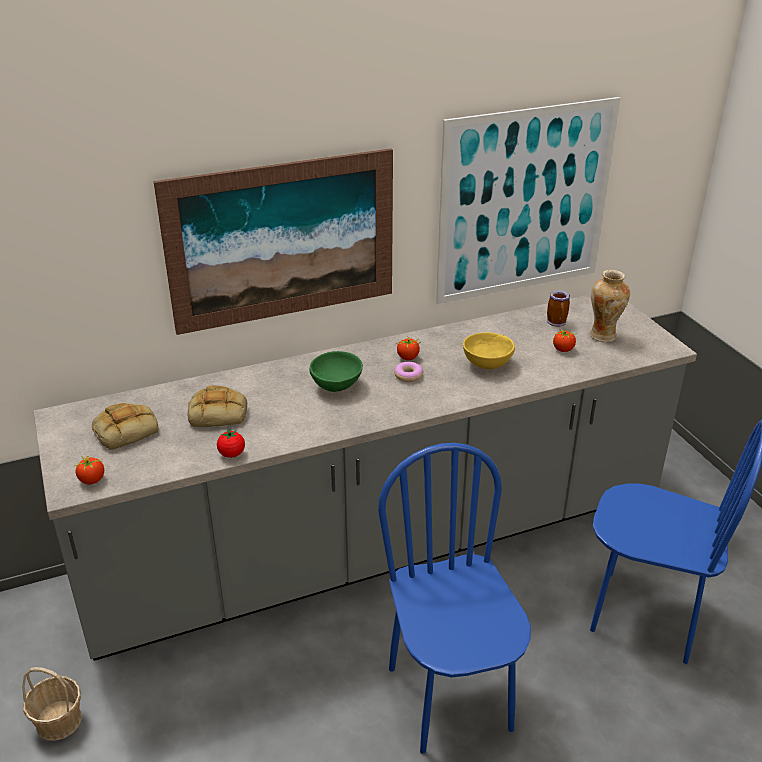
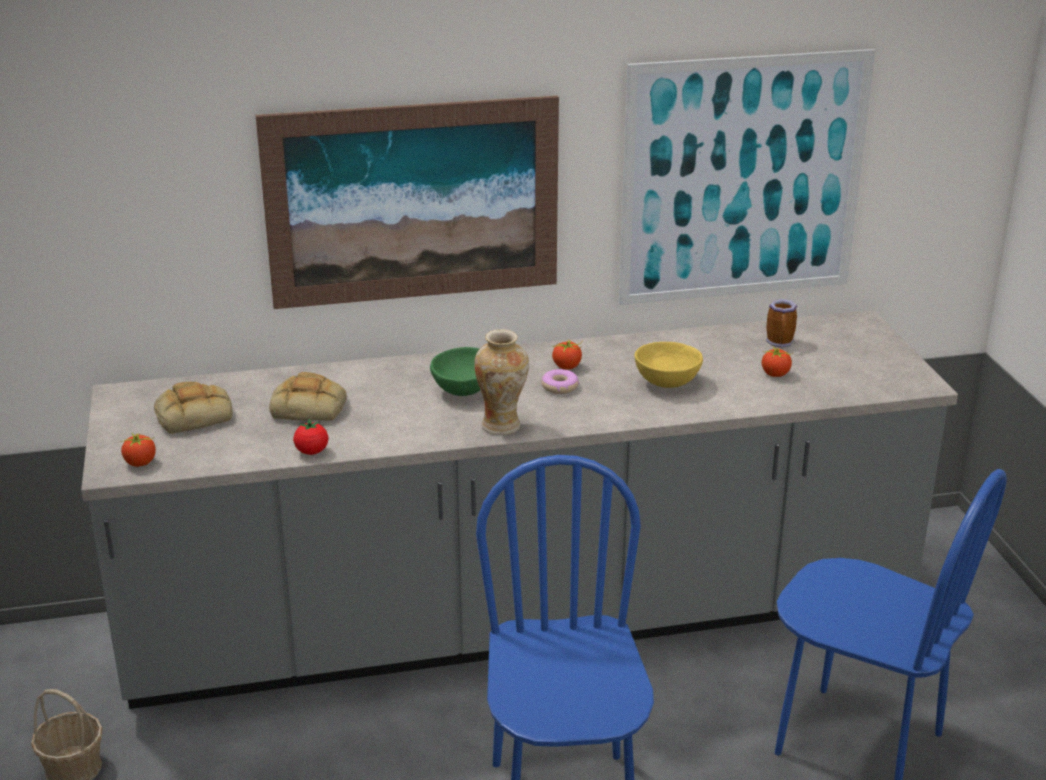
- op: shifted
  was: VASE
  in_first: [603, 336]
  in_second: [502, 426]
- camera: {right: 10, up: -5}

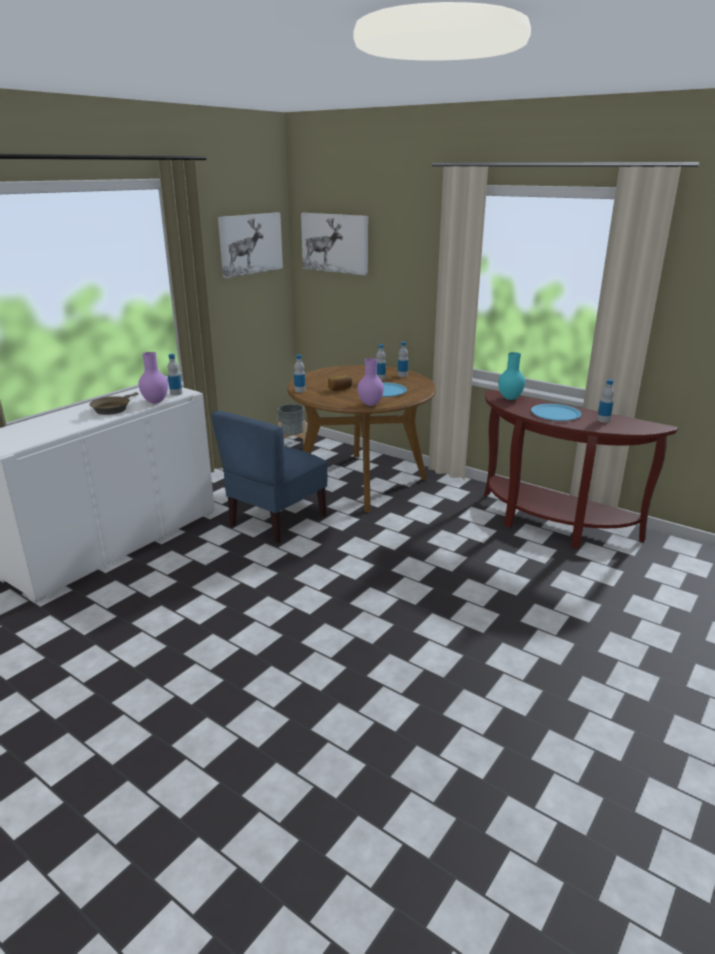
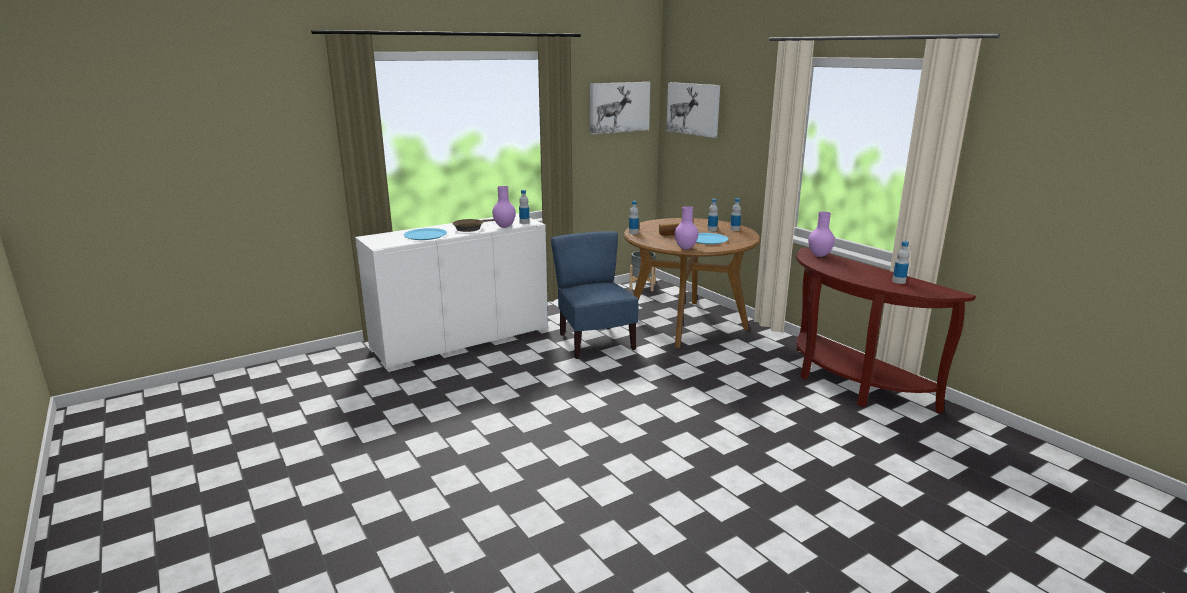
- op: shifted
  was: BLUE PLATE
  in_first: [555, 413]
  in_second: [425, 235]
- op: repainted
  was: TURQUOISE VASE
  now: PURPLE VASE
  in_first: [509, 398]
  in_second: [819, 255]
- op: rotated
  was: BLUE CHAIR
  in_first: [276, 521]
  in_second: [594, 342]
  clockwise: 105
- camera: {right: 20, up: -5}

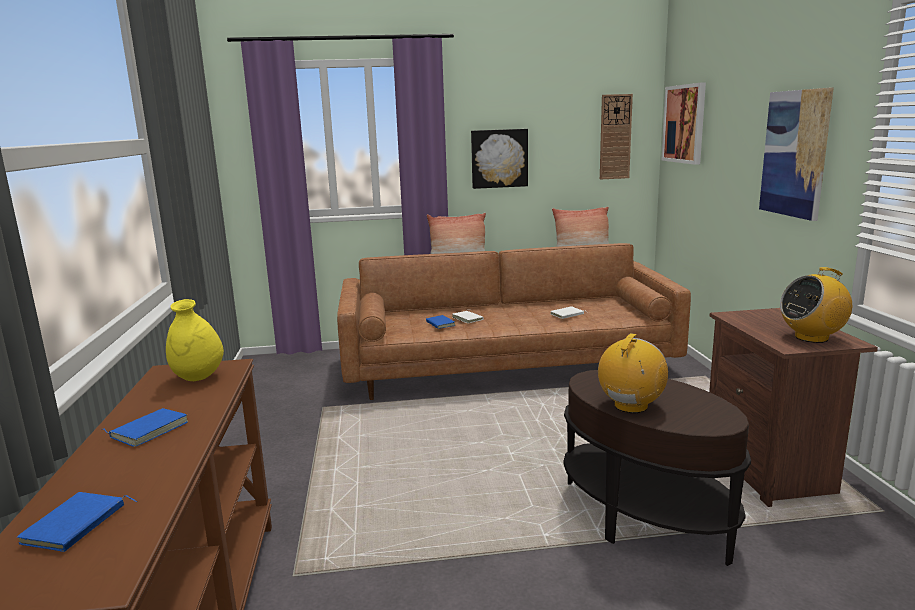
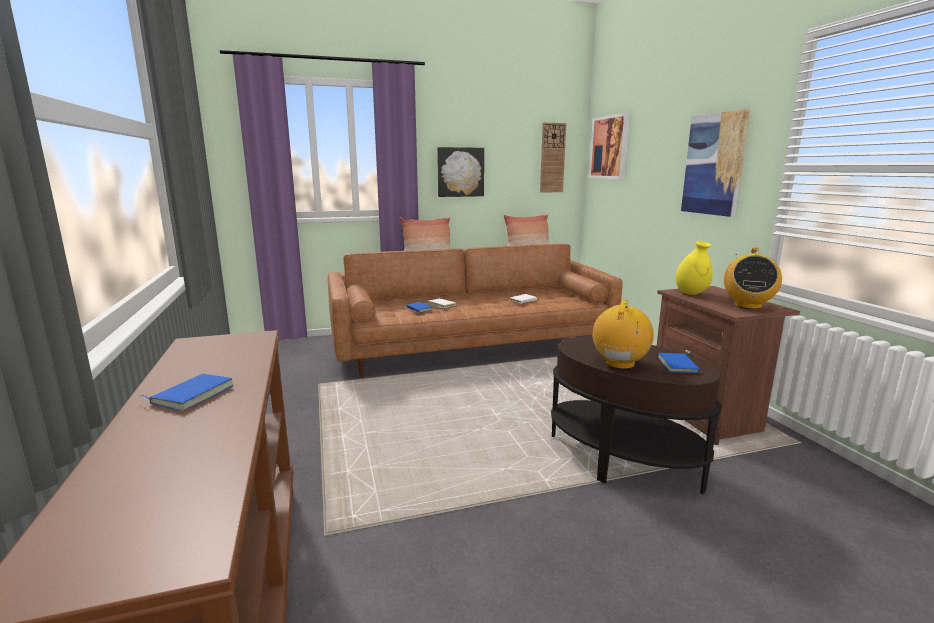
- op: shifted
  was: BLUE BOOK
  in_first: [76, 526]
  in_second: [679, 365]
- op: shifted
  was: YELLOW VASE
  in_first: [198, 378]
  in_second: [691, 293]
- op: rotated
  was: RADIO
  in_first: [811, 337]
  in_second: [747, 305]
  clockwise: -45
- camera: {right: -10, up: 0}

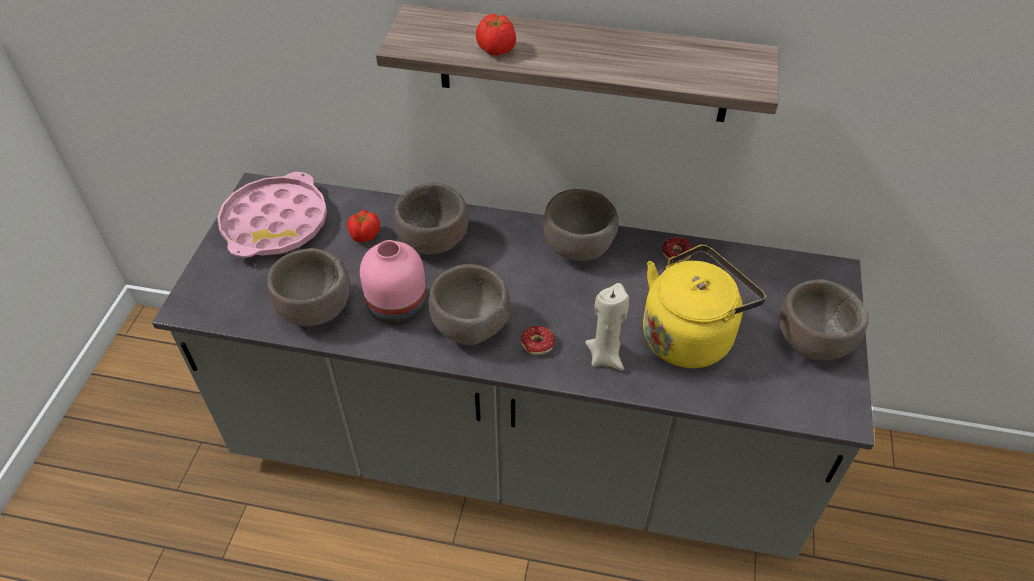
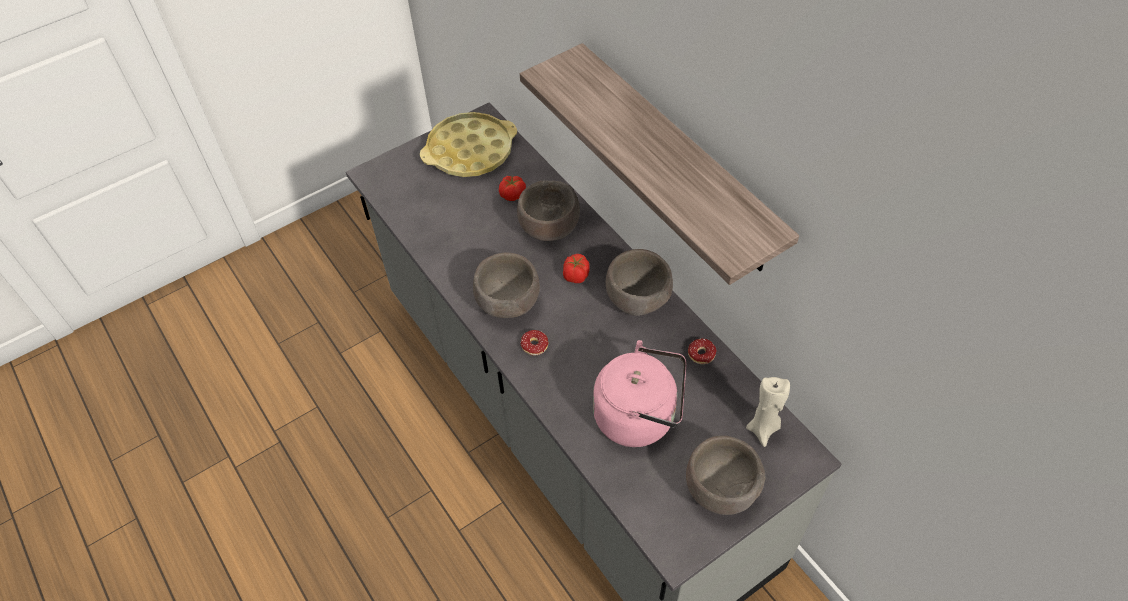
- op: gone
  was: BROWN BOWL
  in_first: [316, 310]
- op: gone
  was: PINK VASE
  in_first: [398, 306]
- op: shifted
  was: TOMATO
  in_first: [496, 50]
  in_second: [575, 276]
- op: shifted
  was: BEIGE CANDLE
  in_first: [605, 356]
  in_second: [763, 428]
- op: repainted
  was: PINK TRAY
  now: YELLOW TRAY
  in_first: [275, 223]
  in_second: [470, 151]
- op: repainted
  was: YELLOW KETTLE
  now: PINK KETTLE
  in_first: [690, 334]
  in_second: [639, 416]
- camera: {right: 45, up: 5}

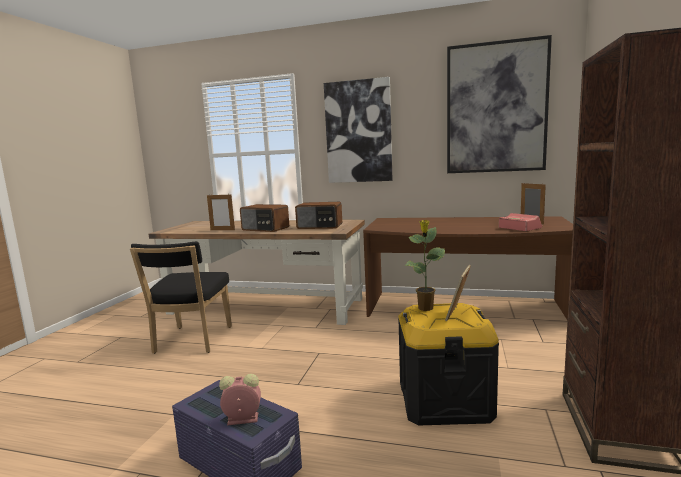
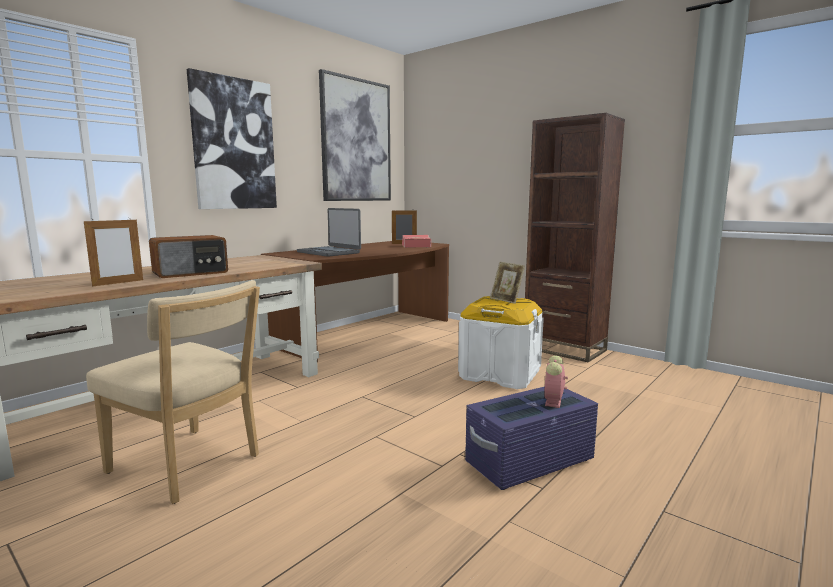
- op: gone
  was: RADIO
  in_first: [320, 226]
- op: gone
  was: POTTED PLANT
  in_first: [425, 308]
- op: new
  now: LAPTOP
  in_second: [329, 252]
- op: repainted
  was: BLACK CHAIR
  now: BEIGE CHAIR
  in_first: [191, 341]
  in_second: [189, 466]
- op: repainted
  was: BLACK STORAGE BOX
  now: WHITE STORAGE BOX
  in_first: [444, 400]
  in_second: [500, 374]
- camera: {right: -65, up: 0}

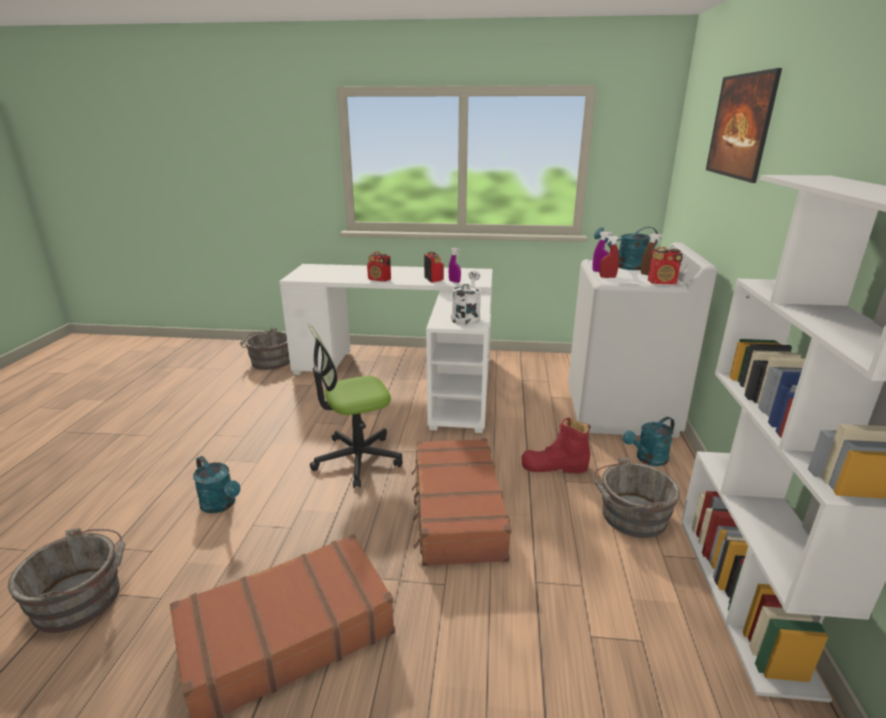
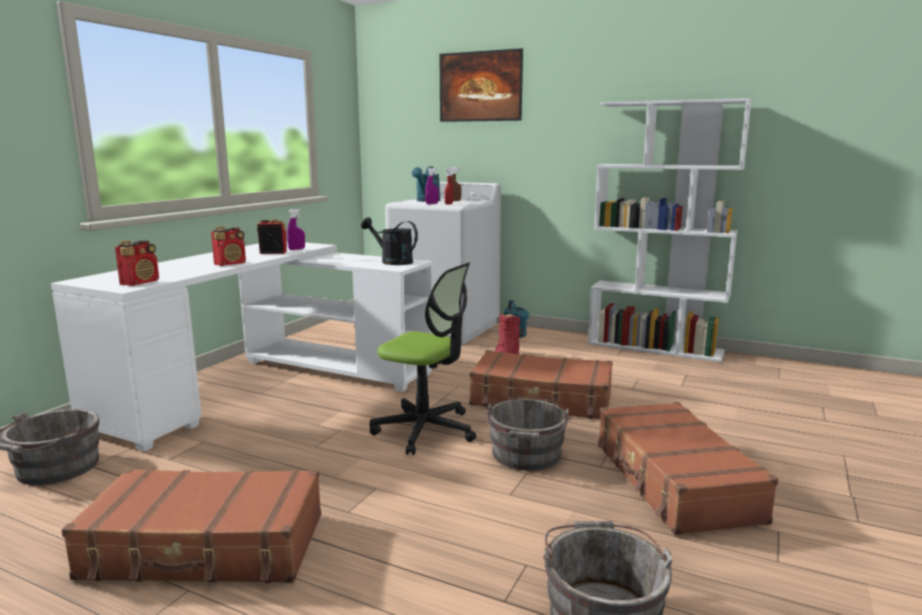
- op: gone
  was: TURQUOISE WATERING CAN
  in_first: [221, 505]
- op: new
  now: BROWN SUITCASE
  in_second: [206, 547]
- op: shifted
  was: GREY BUCKET
  in_first: [630, 516]
  in_second: [526, 456]
- op: shifted
  was: RADIO
  in_first: [662, 283]
  in_second: [140, 283]
- op: repainted
  was: WHITE WATERING CAN
  now: BLACK WATERING CAN
  in_first: [466, 317]
  in_second: [392, 261]
- op: rotated
  was: OFFICE CHAIR
  in_first: [357, 459]
  in_second: [425, 430]
  clockwise: -60
- camera: {right: -70, up: -10}

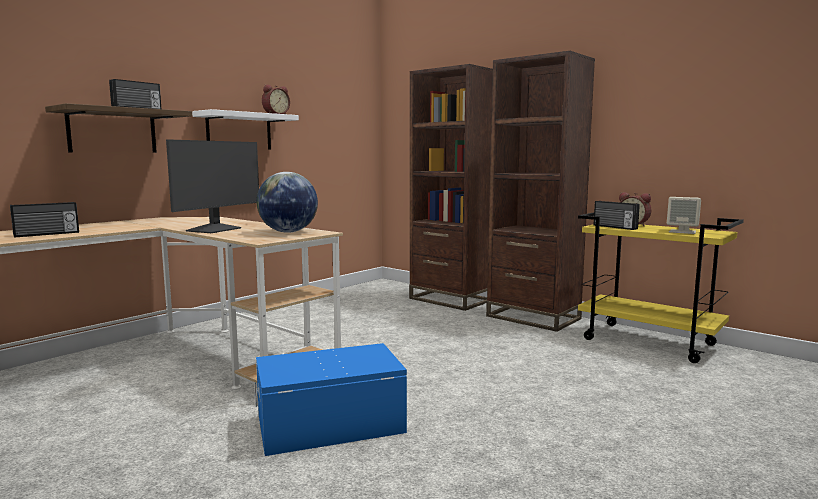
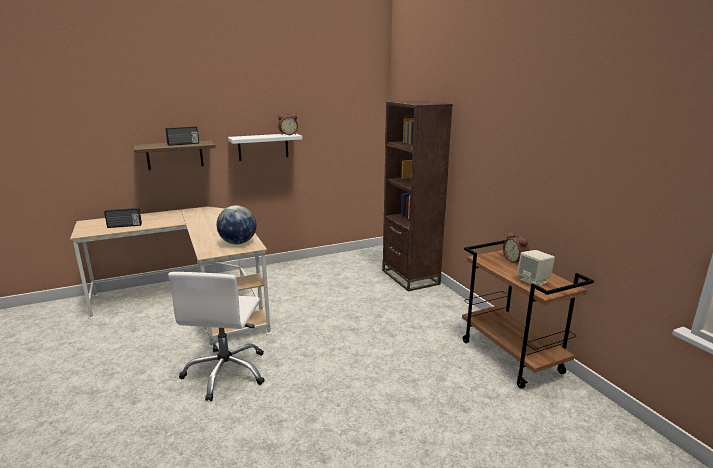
- op: gone
  was: MONITOR
  in_first: [215, 229]
- op: gone
  was: BROWN BOOKCASE
  in_first: [533, 317]
- op: gone
  was: RADIO
  in_first: [614, 227]
- op: swapped
  was: BLUE STORAGE BOX
  now: WHITE OFFICE CHAIR
  in_first: [329, 423]
  in_second: [226, 372]
- op: repainted
  was: YELLOW CART
  now: BROWN CART
  in_first: [650, 342]
  in_second: [512, 357]
- camera: {right: 25, up: 10}

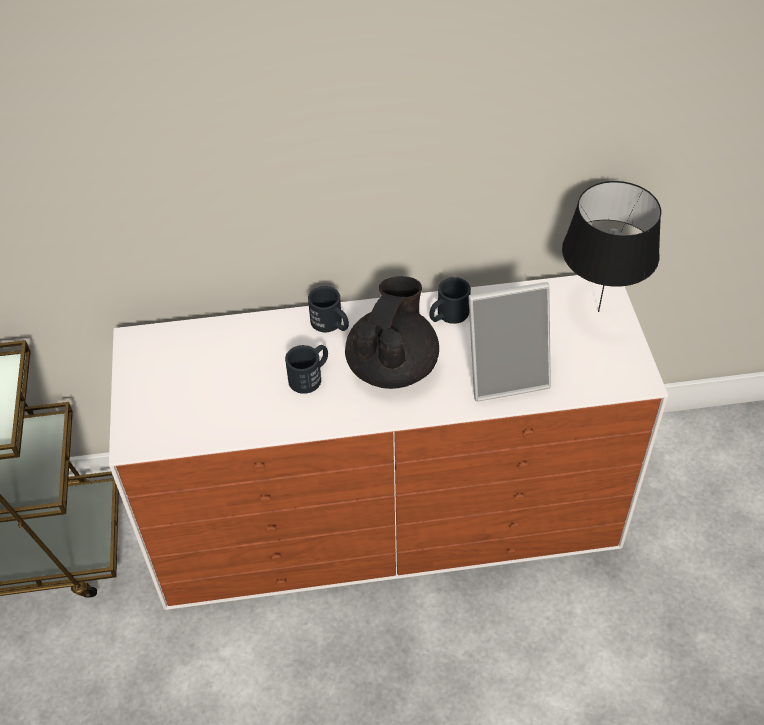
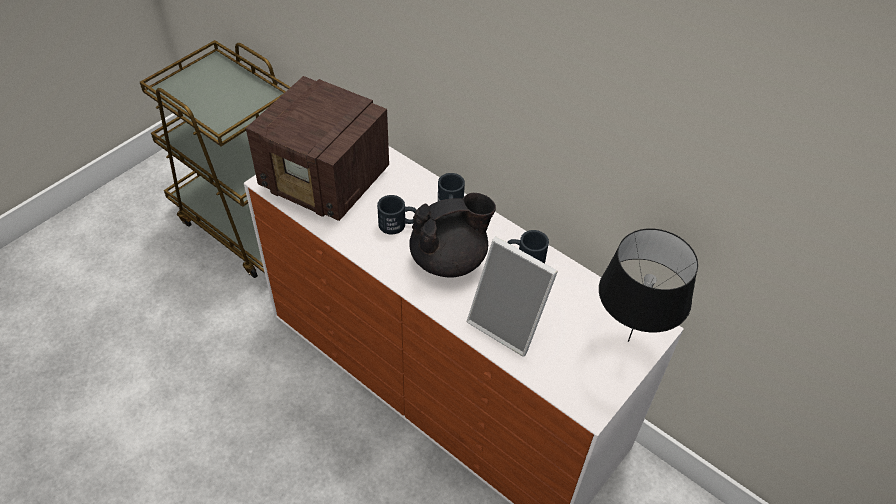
- op: new
  now: RADIO
  in_second: [326, 181]
- camera: {right: 45, up: 0}

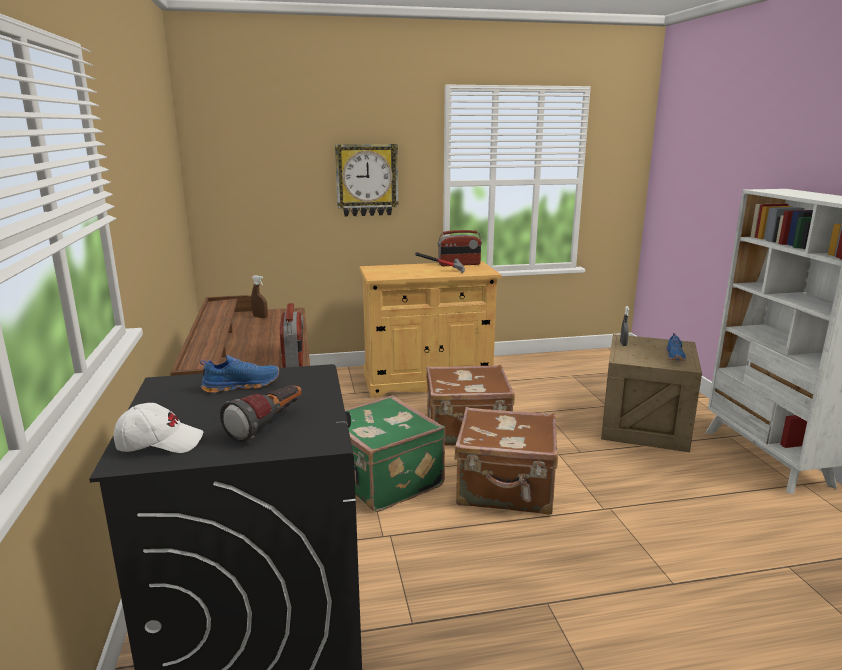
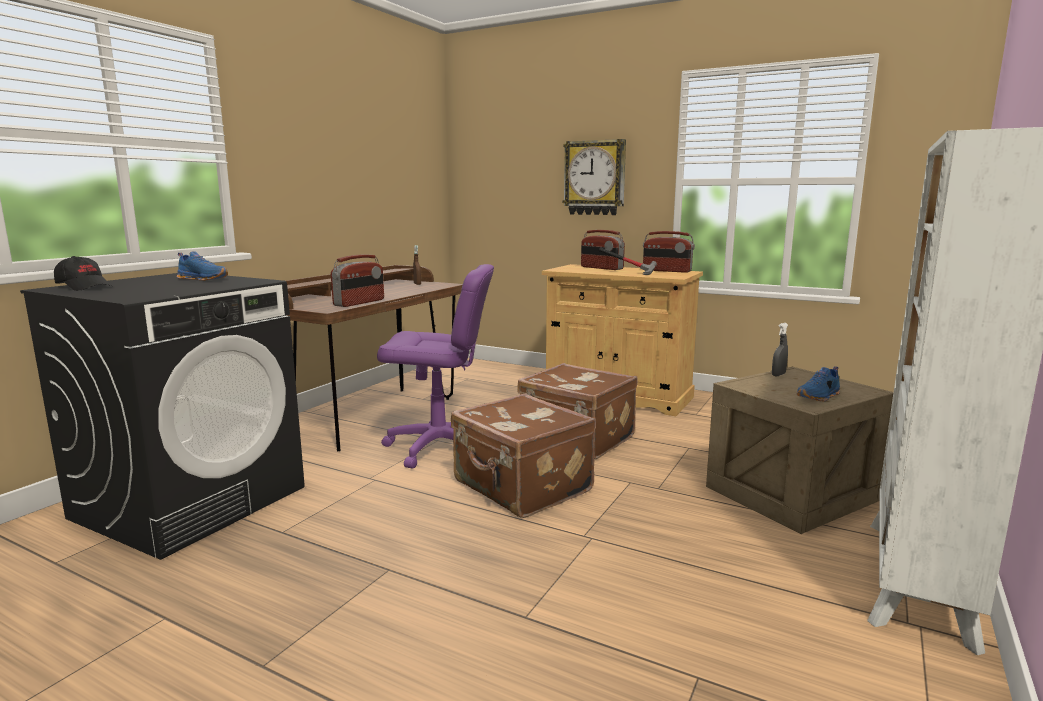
- op: gone
  was: FLASHLIGHT
  in_first: [268, 425]
- op: new
  now: RADIO
  in_second: [601, 268]
- op: swapped
  was: GREEN SUITCASE
  now: PURPLE OFFICE CHAIR
  in_first: [383, 480]
  in_second: [439, 447]
- op: repainted
  was: WHITE CAP
  now: BLACK CAP
  in_first: [160, 443]
  in_second: [85, 287]
- camera: {right: 40, up: -5}

